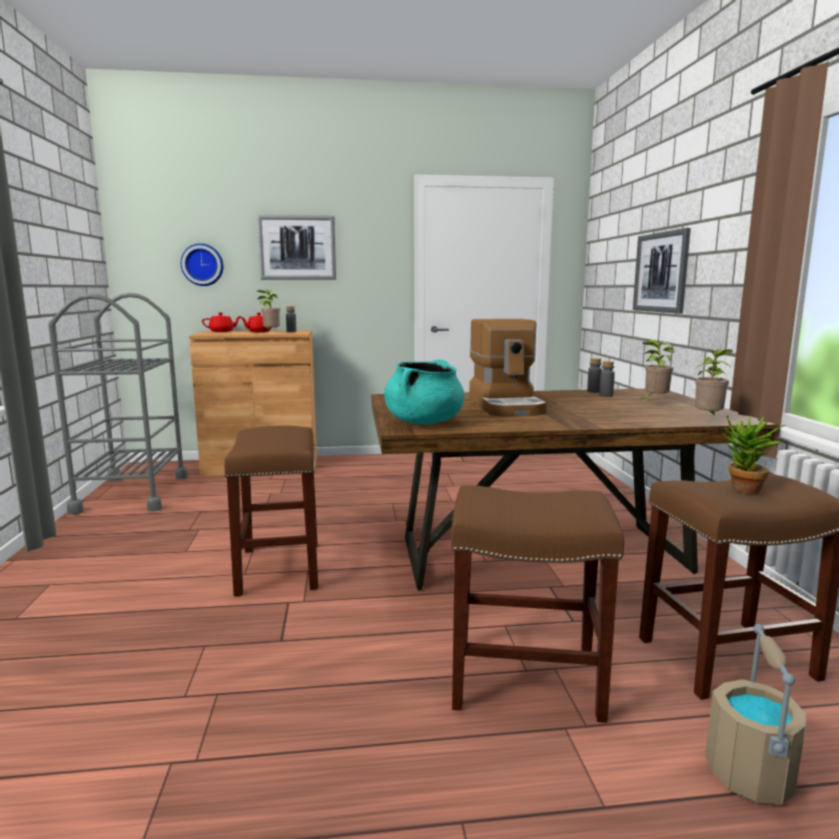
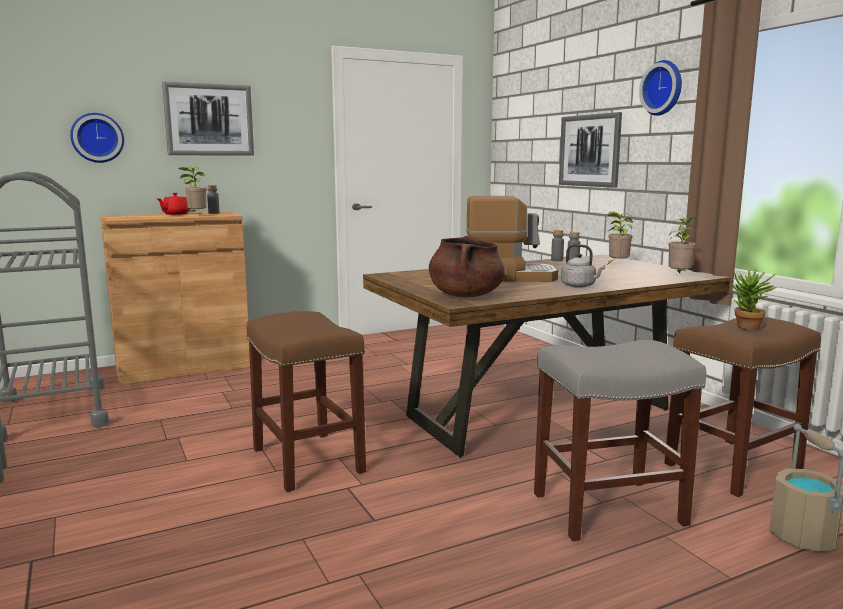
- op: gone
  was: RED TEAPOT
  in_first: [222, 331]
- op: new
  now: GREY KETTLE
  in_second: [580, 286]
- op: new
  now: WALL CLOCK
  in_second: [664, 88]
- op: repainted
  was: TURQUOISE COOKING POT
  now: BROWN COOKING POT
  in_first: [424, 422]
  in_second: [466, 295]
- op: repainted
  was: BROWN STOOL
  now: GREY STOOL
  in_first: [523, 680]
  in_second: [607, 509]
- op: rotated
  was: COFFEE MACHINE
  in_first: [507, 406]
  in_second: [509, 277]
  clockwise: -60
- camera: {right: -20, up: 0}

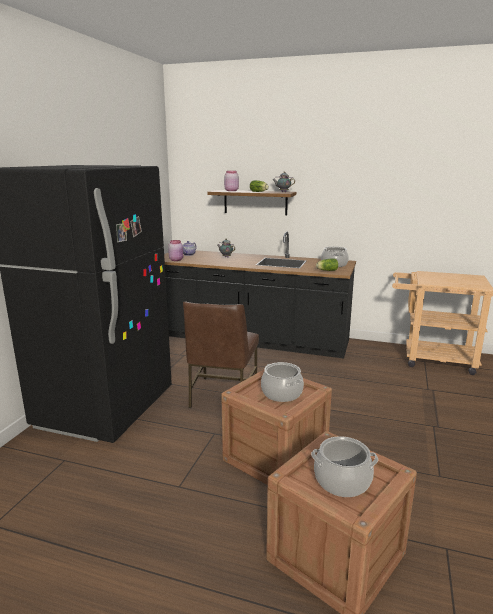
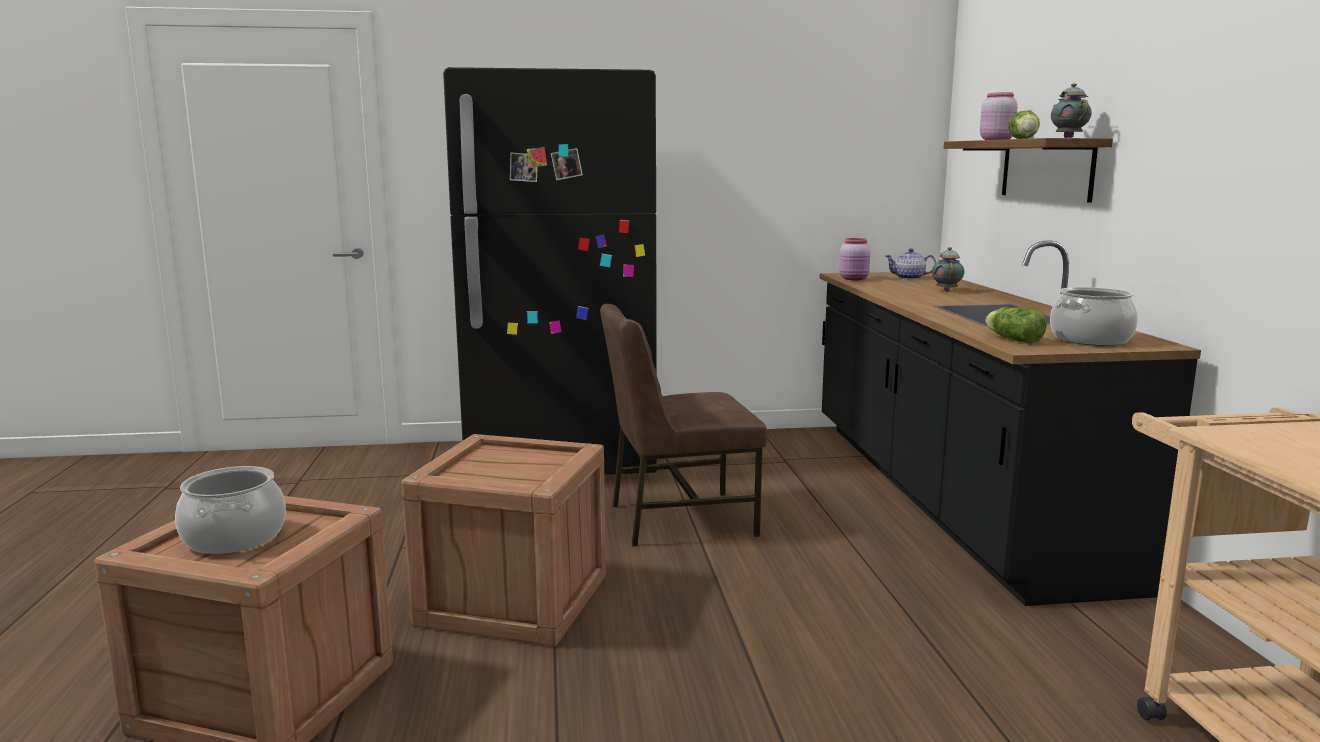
- op: gone
  was: COOKING POT
  in_first: [282, 393]
- camera: {right: 65, up: -5}

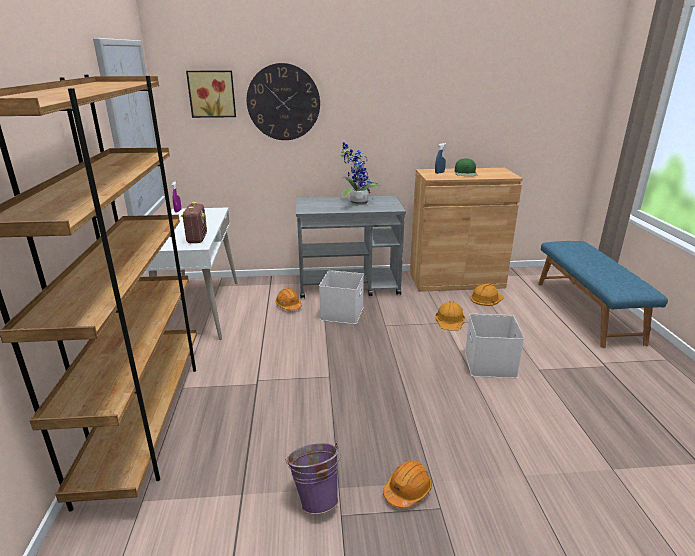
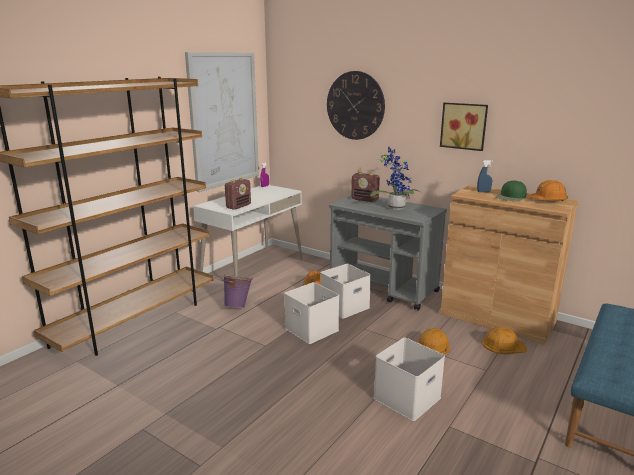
- op: new
  now: WHITE STORAGE BOX
  in_second: [313, 329]
- op: new
  now: RADIO
  in_second: [365, 200]
- op: shifted
  was: PICTURE
  in_first: [212, 94]
  in_second: [464, 126]
- op: shifted
  was: PURPLE BUCKET
  in_first: [316, 497]
  in_second: [238, 306]
- op: shifted
  was: ORANGE HARD HAT
  in_first: [407, 490]
  in_second: [548, 200]
- camera: {right: 40, up: -5}

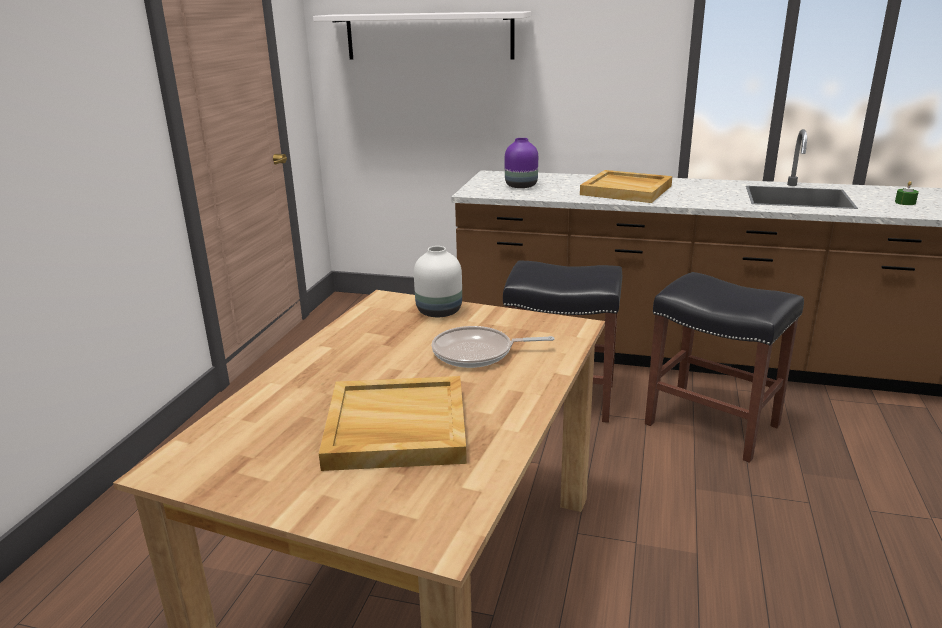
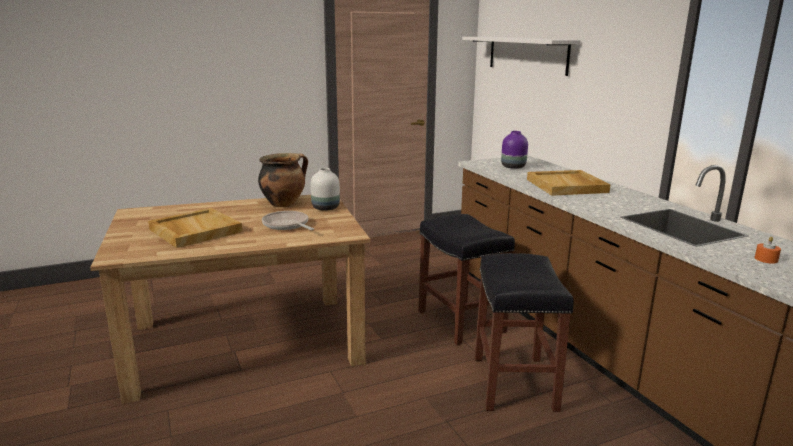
- op: new
  now: COOKING POT
  in_second: [284, 204]
- op: repainted
  was: GREEN CANDLE
  now: ORANGE CANDLE
  in_first: [905, 202]
  in_second: [766, 259]
- camera: {right: 50, up: -5}

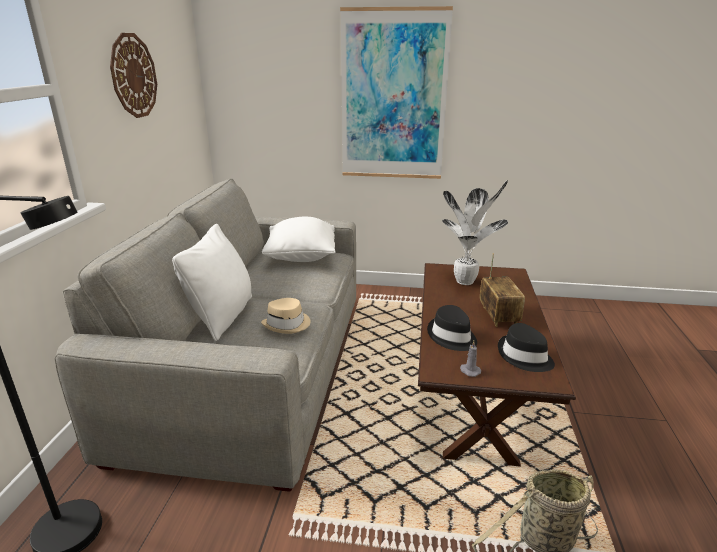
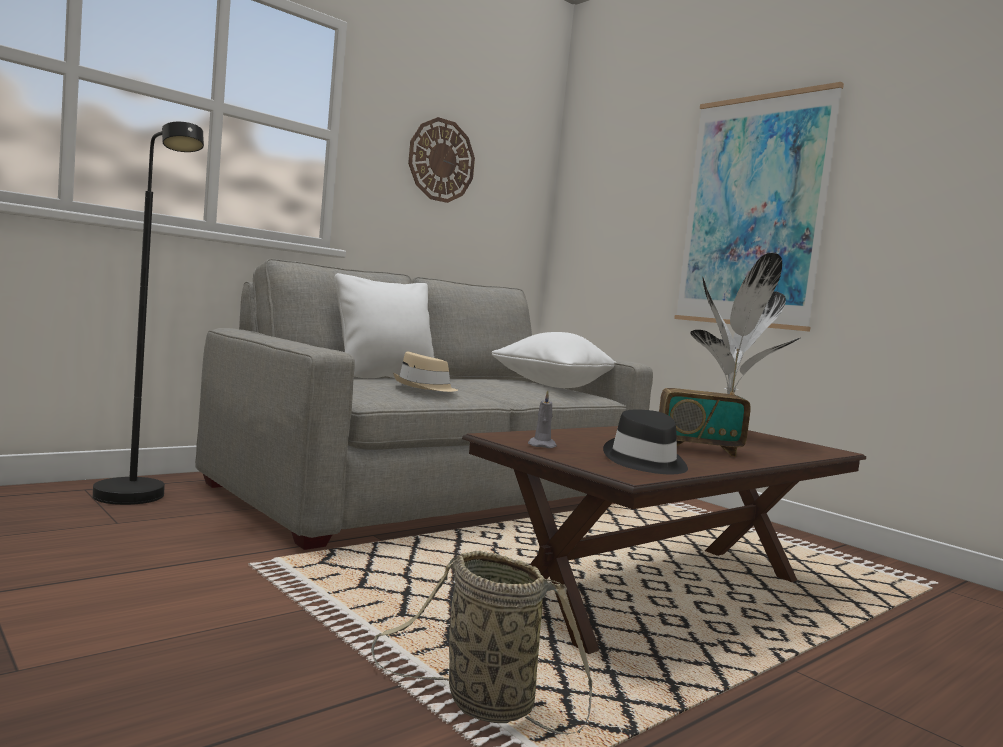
- op: gone
  was: BLACK HAT
  in_first: [452, 337]
- op: rotated
  was: RADIO
  in_first: [498, 316]
  in_second: [698, 449]
  clockwise: 60
- camera: {right: 40, up: -20}

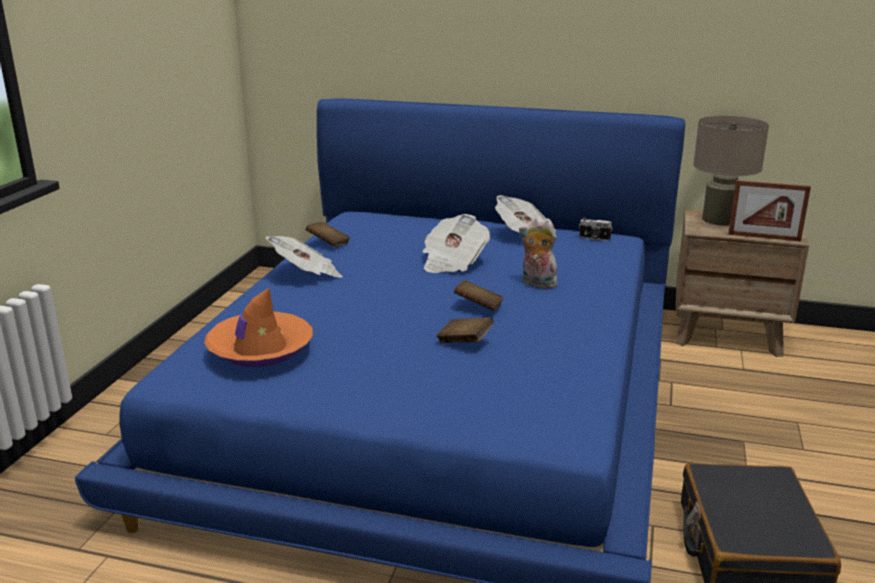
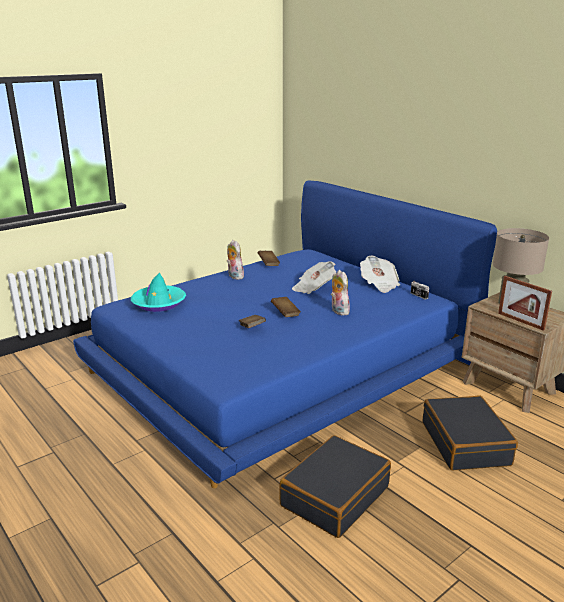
- op: new
  now: BLACK SUITCASE
  in_second: [465, 443]
- op: swapped
  was: NEWSPAPER
  now: PLUSH TOY
  in_first: [307, 275]
  in_second: [234, 276]
- op: repainted
  was: ORANGE HAT
  now: TURQUOISE HAT
  in_first: [260, 349]
  in_second: [159, 303]
- camera: {right: 35, up: 0}

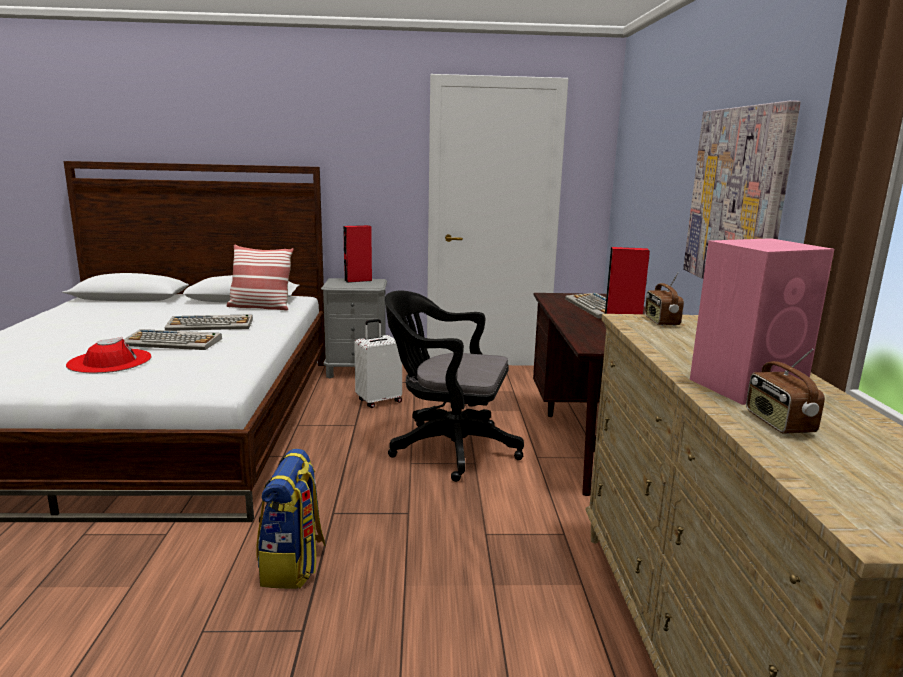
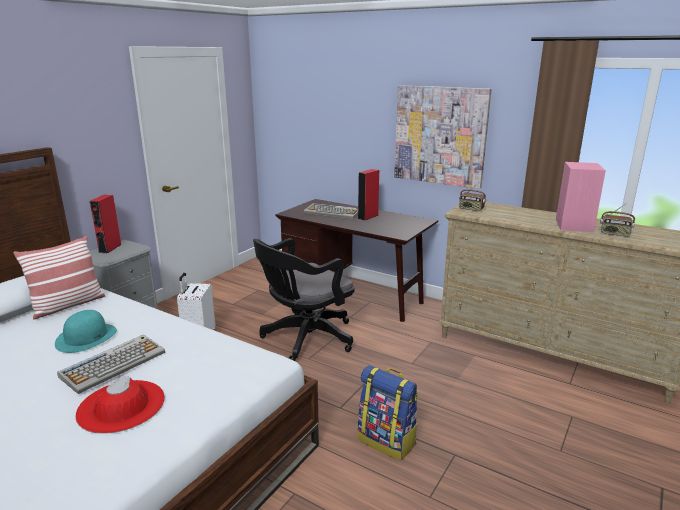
- op: swapped
  was: KEYBOARD
  now: TURQUOISE HAT
  in_first: [211, 325]
  in_second: [86, 337]
- camera: {right: -55, up: 5}

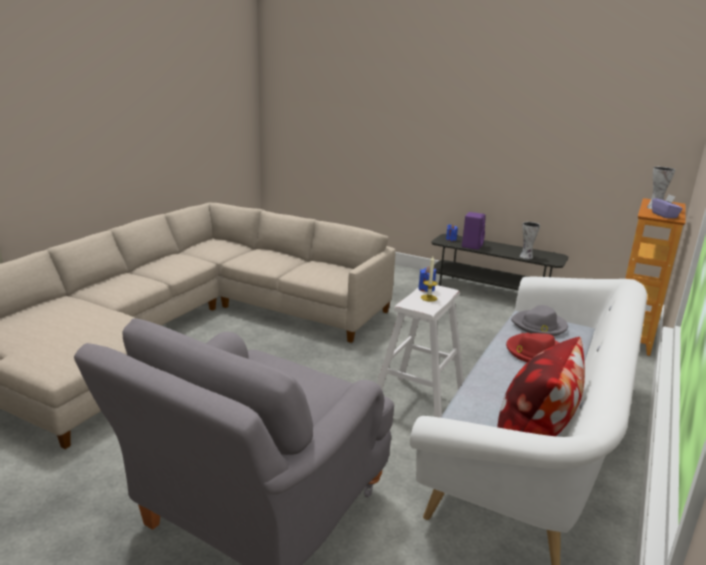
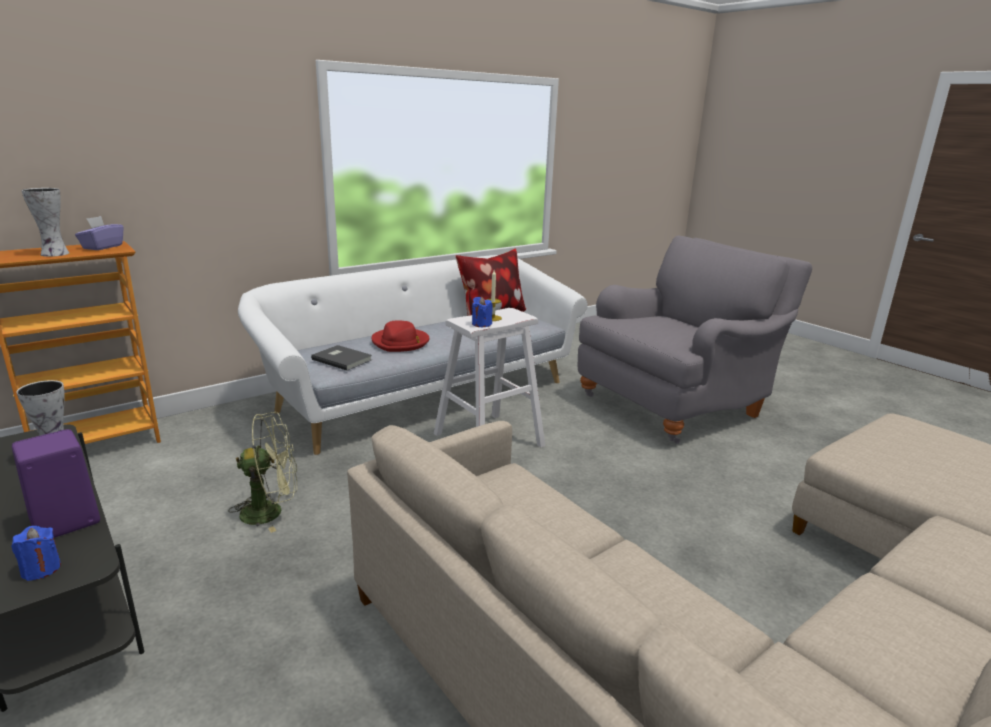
- op: new
  now: GREEN FAN
  in_second: [271, 511]
- op: swapped
  was: GREY HAT
  now: GREY BOOK
  in_first: [539, 326]
  in_second: [342, 359]
- camera: {right: -155, up: 0}

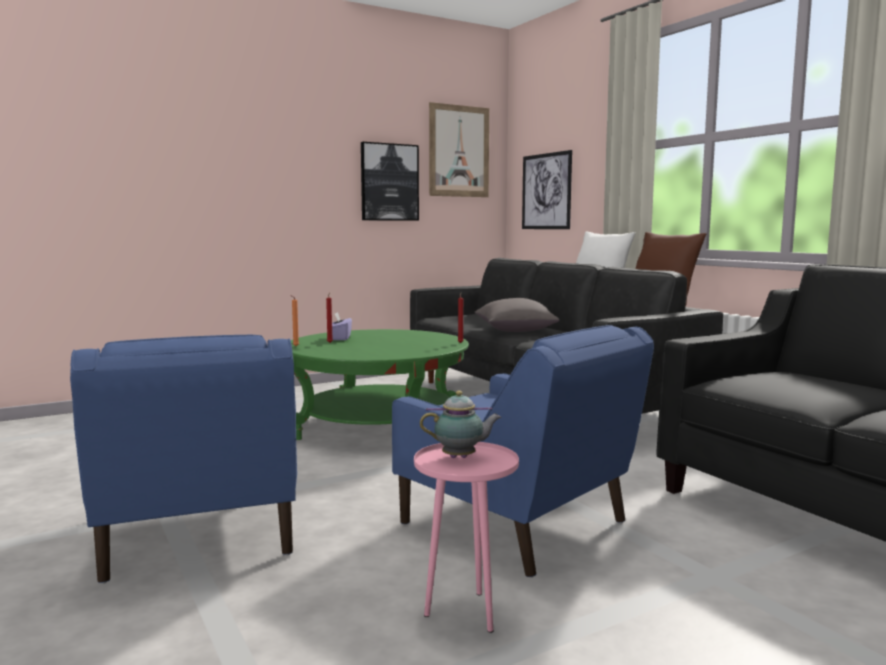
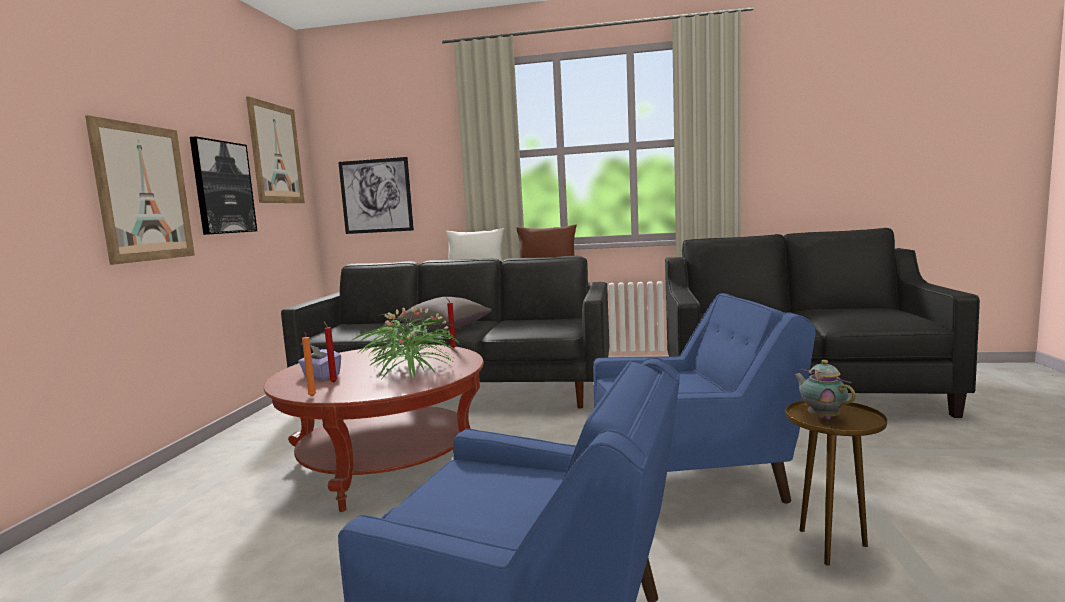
- op: new
  now: PICTURE
  in_second: [144, 193]
- op: new
  now: POTTED PLANT
  in_second: [412, 369]
- op: repainted
  was: GREEN COFFEE TABLE
  now: RED COFFEE TABLE
  in_first: [378, 426]
  in_second: [388, 462]
- op: repainted
  was: PINK SIDE TABLE
  now: BROWN SIDE TABLE
  in_first: [465, 613]
  in_second: [831, 546]
- op: rotated
  was: TEAPOT
  in_first: [461, 458]
  in_second: [821, 417]
  clockwise: -60
- camera: {right: -50, up: 0}

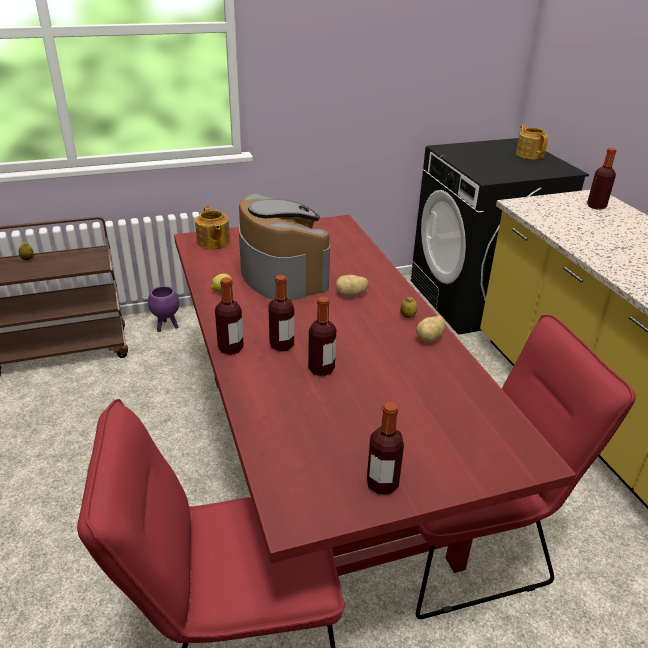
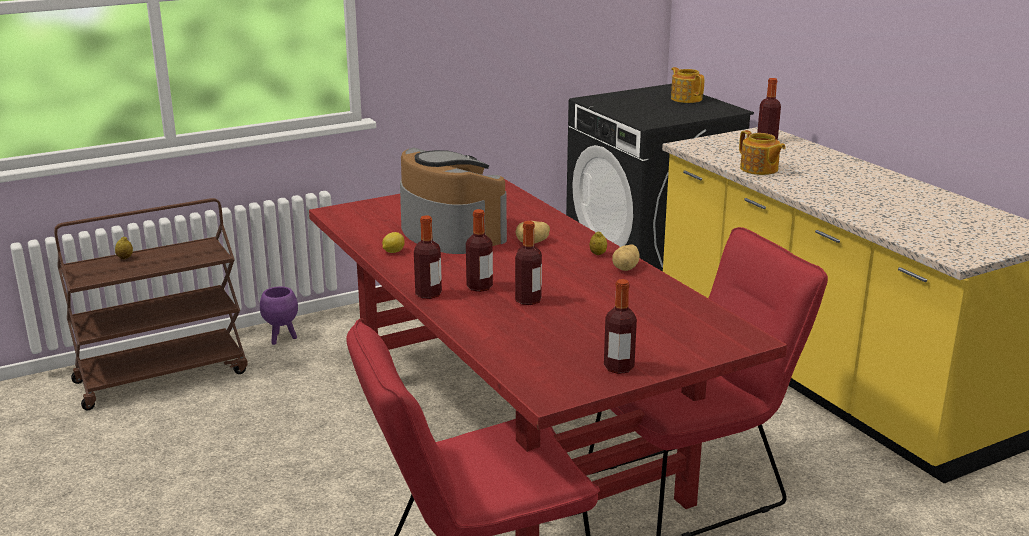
- op: shifted
  was: TEAPOT
  in_first: [213, 242]
  in_second: [759, 169]
- camera: {right: -10, up: -10}

